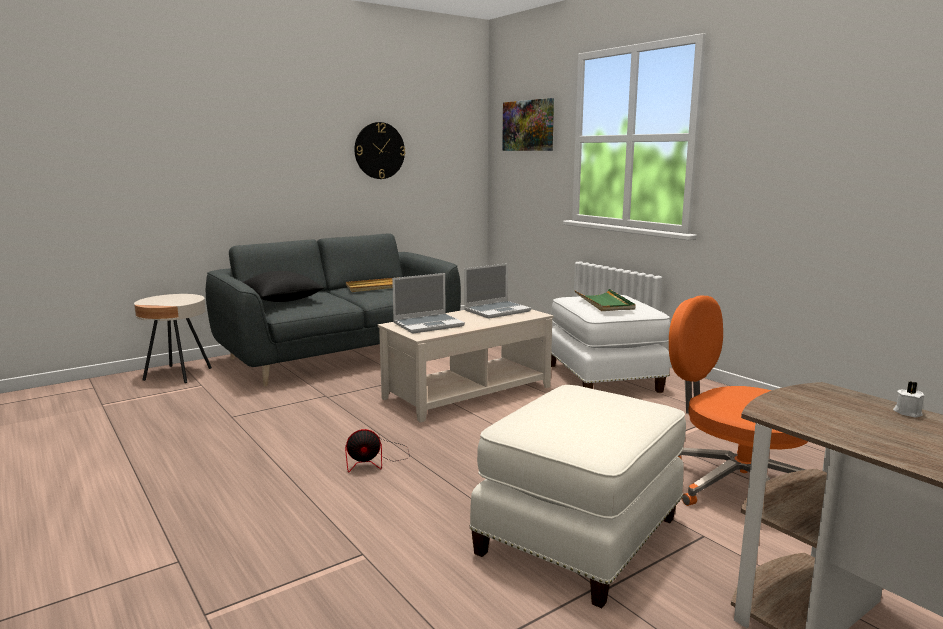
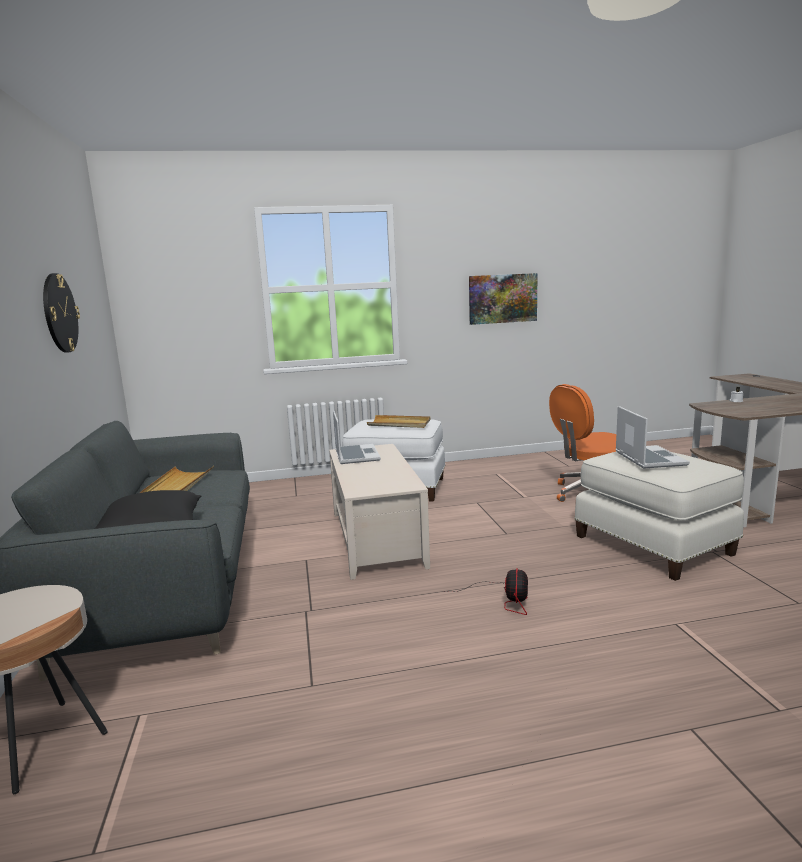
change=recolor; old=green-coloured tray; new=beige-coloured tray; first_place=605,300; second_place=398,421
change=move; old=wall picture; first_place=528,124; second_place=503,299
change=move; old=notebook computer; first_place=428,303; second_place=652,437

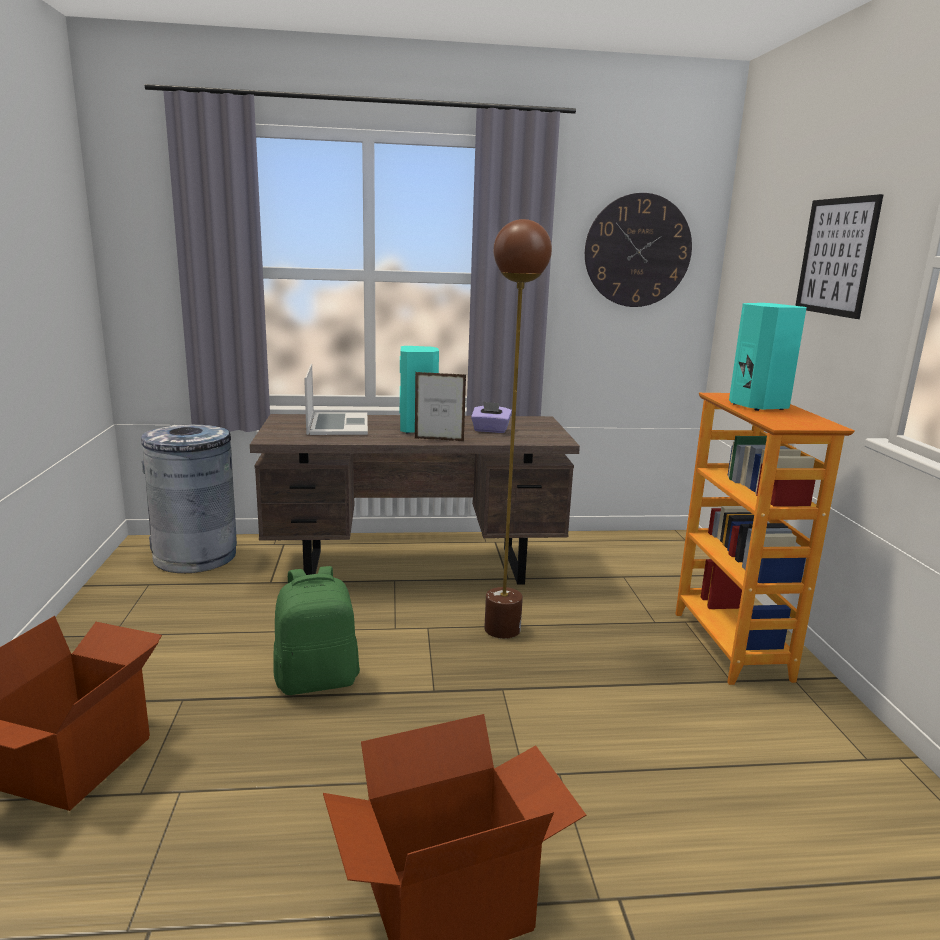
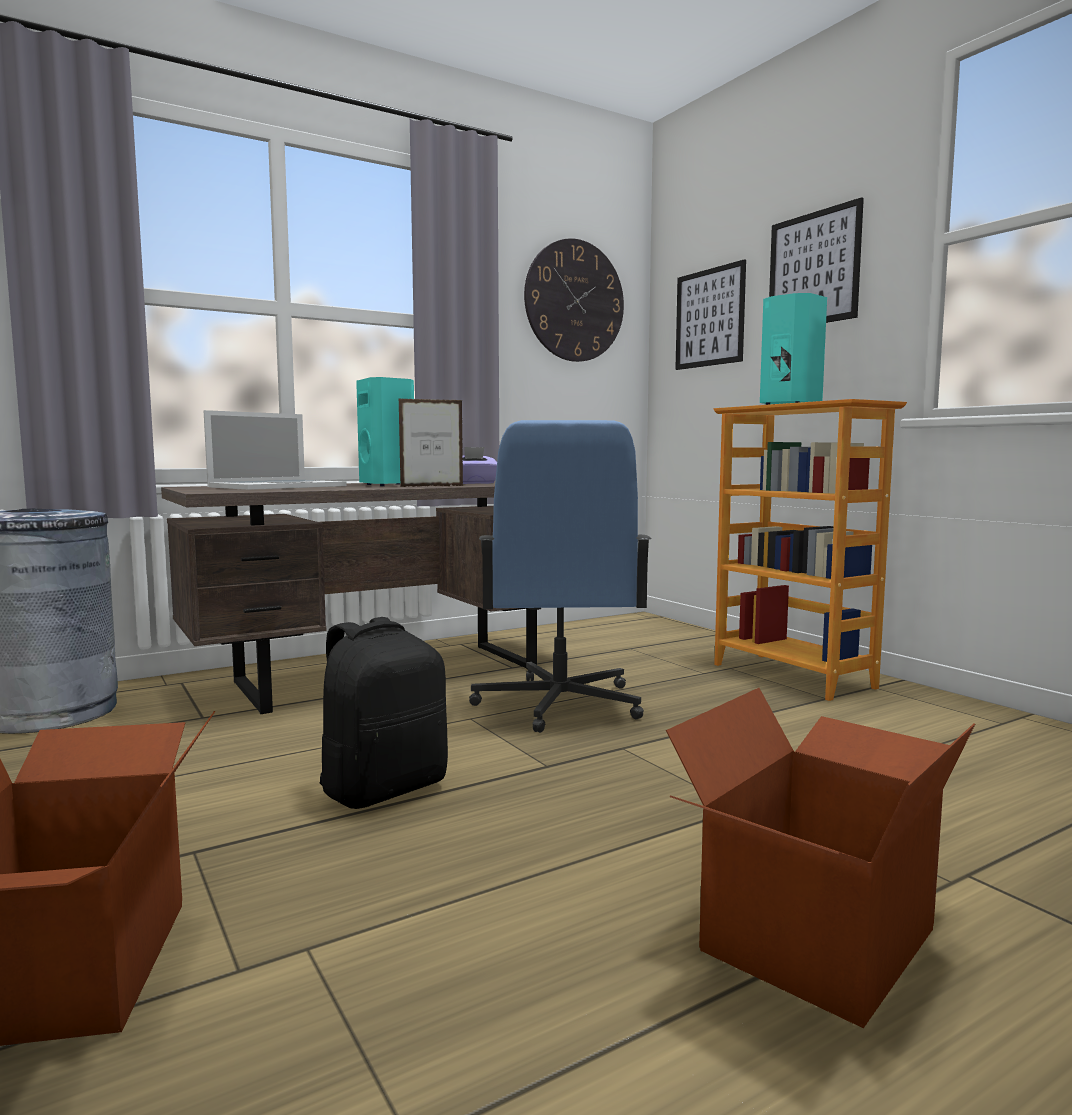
change=rotate; old=notebook computer; first_place=336,399; second_place=275,450; degrees=75
change=recolor; old=green-coloured knapsack; new=black knapsack; first_place=316,630; second_place=384,713
change=replace; old=brownish floor lamp; new=bluish computer chair; first_place=518,429; second_place=560,576
change=insert; new=wall picture; second_place=710,314

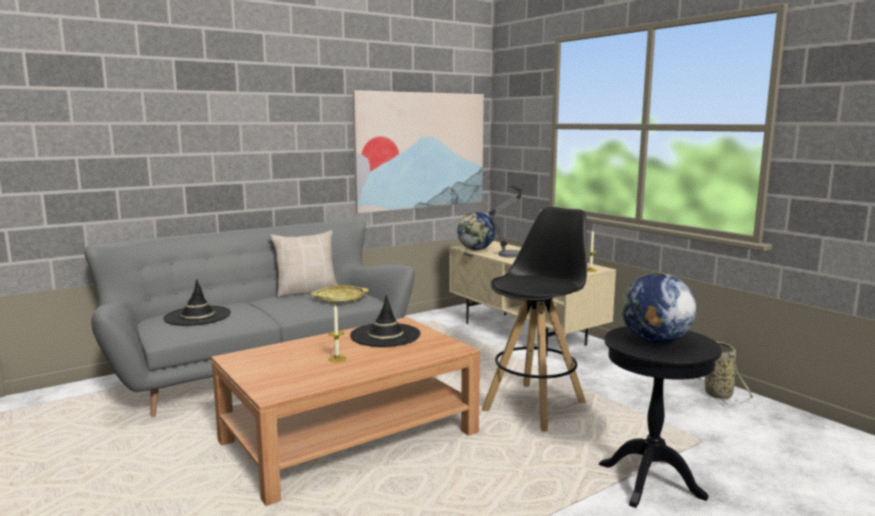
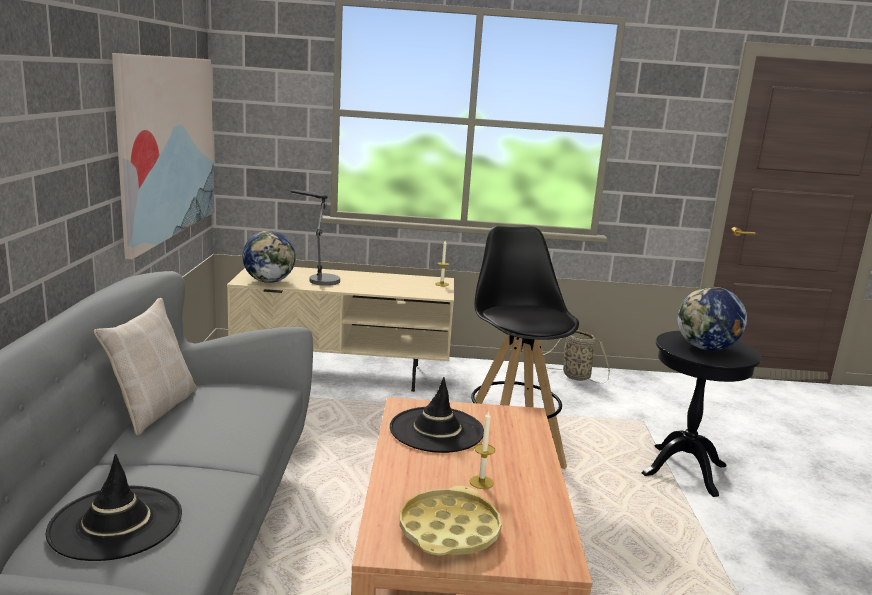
change=move; old=yellow-coloured tray; first_place=340,294; second_place=451,521

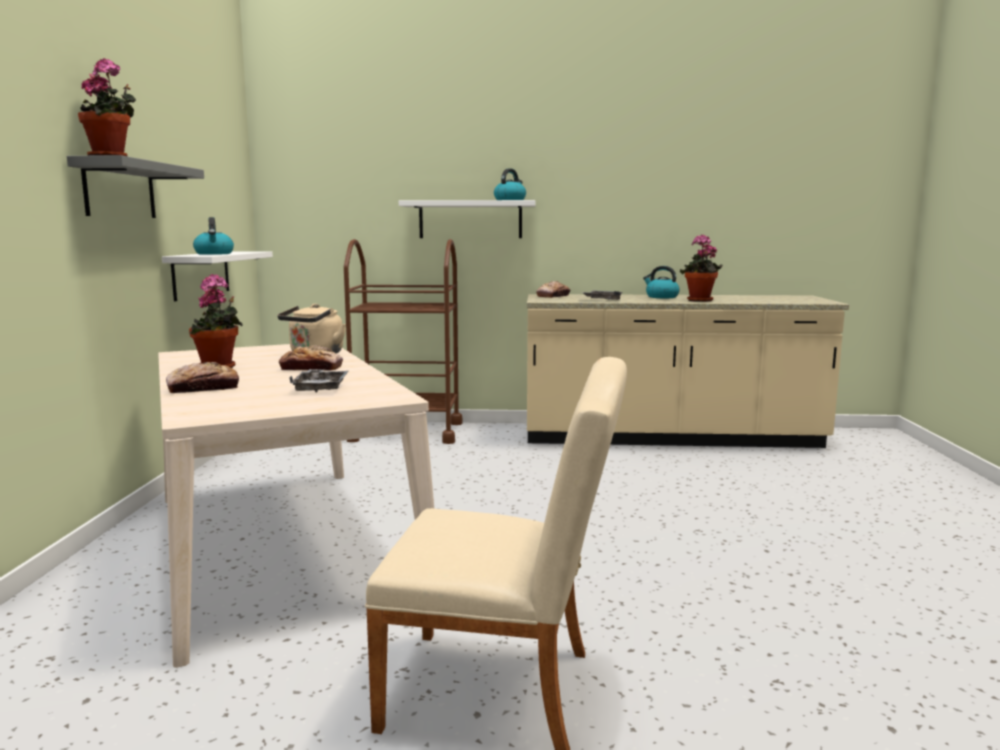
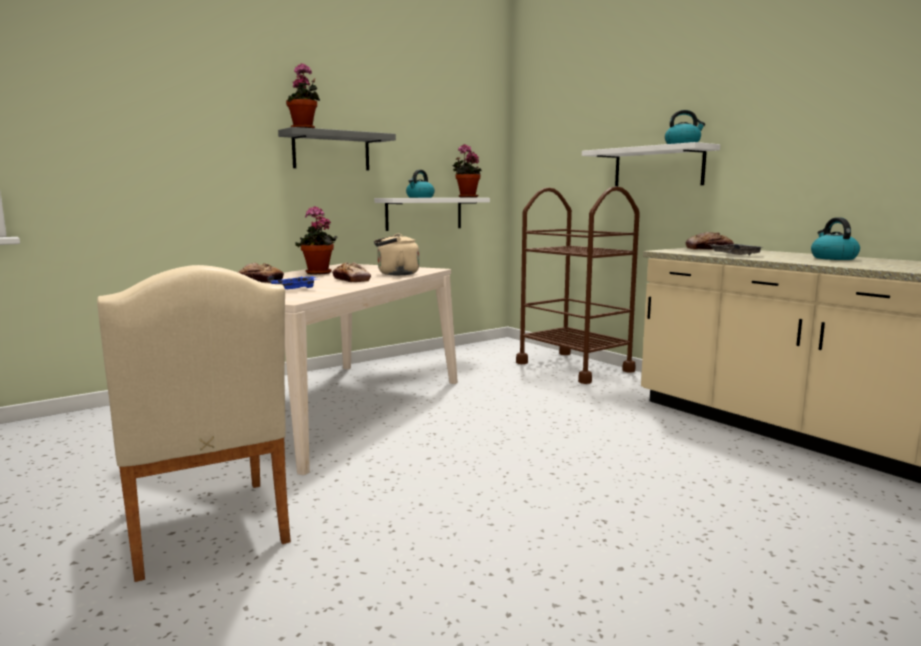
change=recolor; old=greyish tray; new=bluish tray; first_place=319,381; second_place=293,282
change=move; old=potted plant; first_place=701,268; second_place=467,171

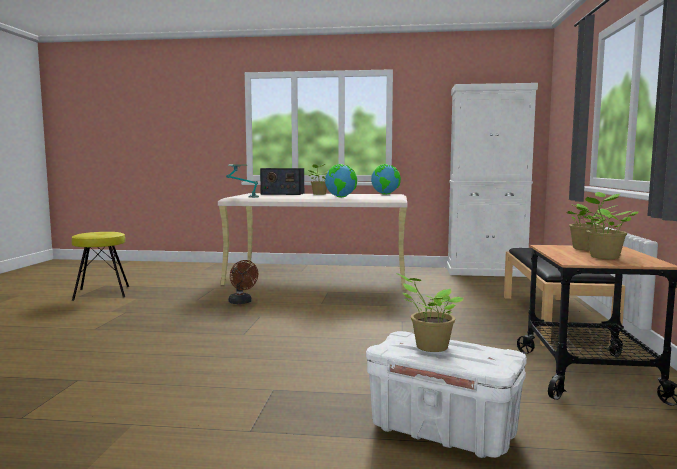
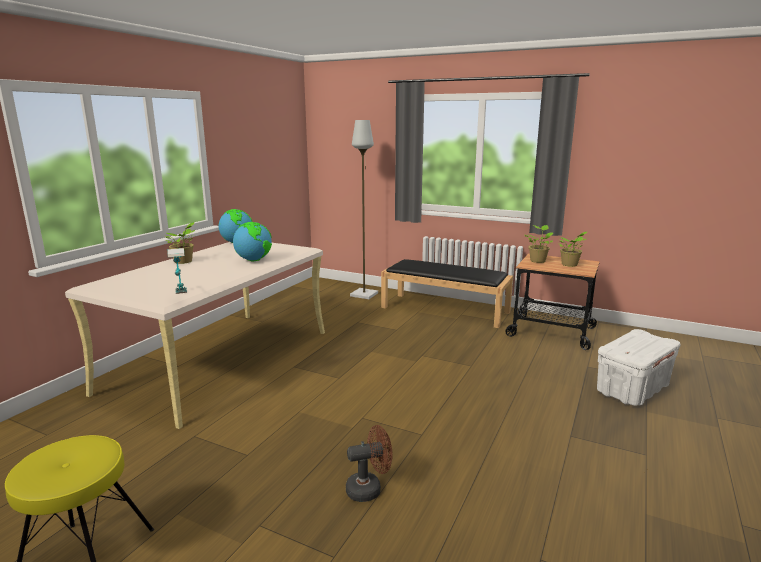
change=move; old=brownish fan; first_place=243,282; second_place=369,463
change=insert; new=greyish floor lamp; second_place=364,209
change=delete; old=radio receiver; first_place=282,181
change=delete; old=potted plant; first_place=429,312
change=delete; old=whitish cabinet; first_place=492,180

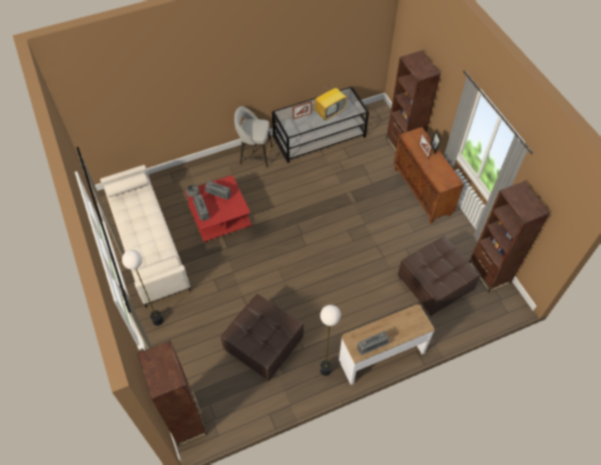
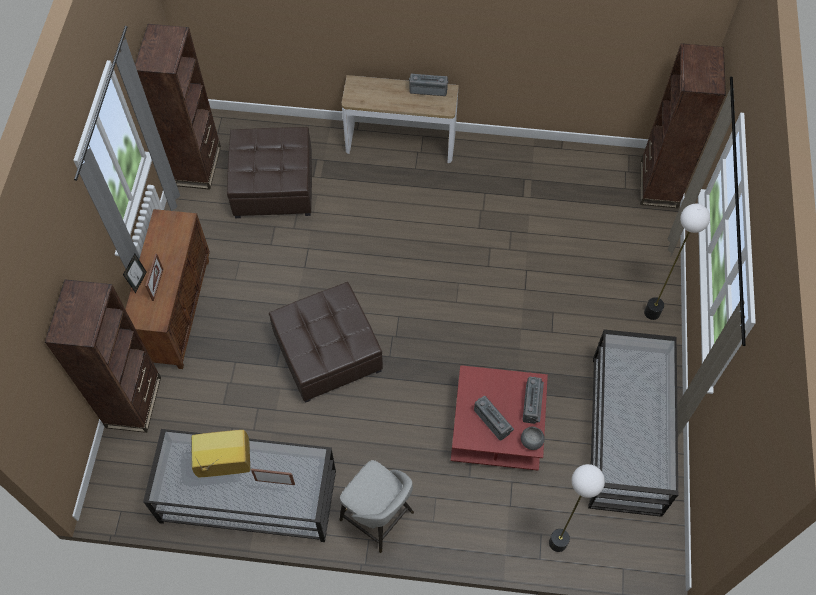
change=move; old=brownish pouffe; first_place=262,337; second_place=326,342
change=move; old=floor lamp; first_place=330,340; second_place=577,508
change=replace; old=whitish settee; new=tv unit; first_place=145,236; second_place=633,423

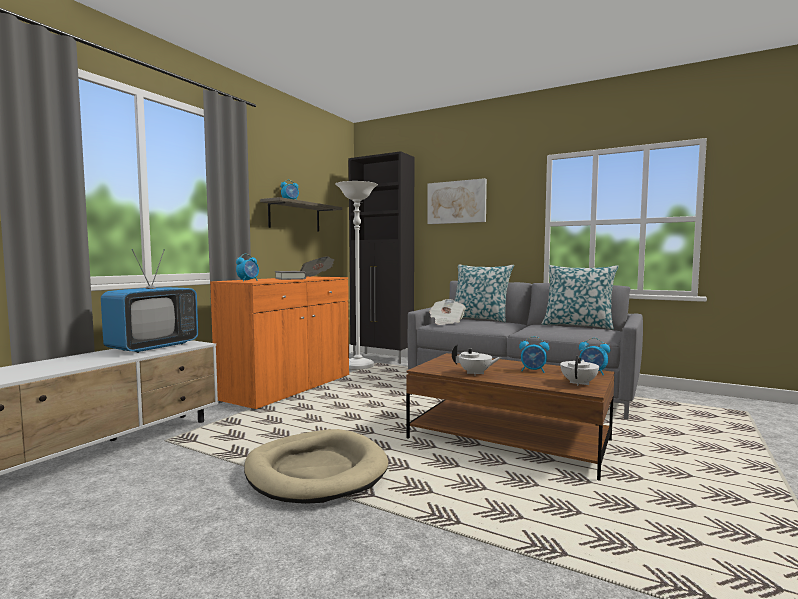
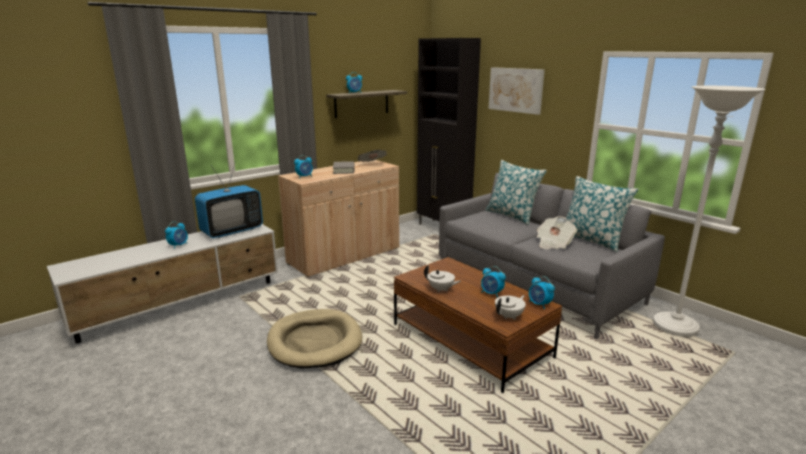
change=insert; new=table clock; second_place=176,235
change=recolor; old=orange cabinet; new=beige-coloured cabinet; first_place=279,343; second_place=338,218
change=move; old=daily paper; first_place=447,312; second_place=557,232
change=move; old=whitish floor lamp; first_place=357,275; second_place=709,211

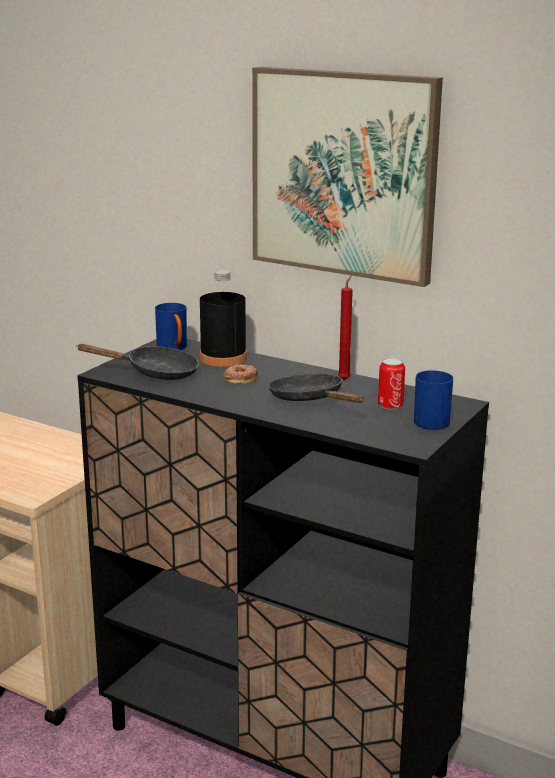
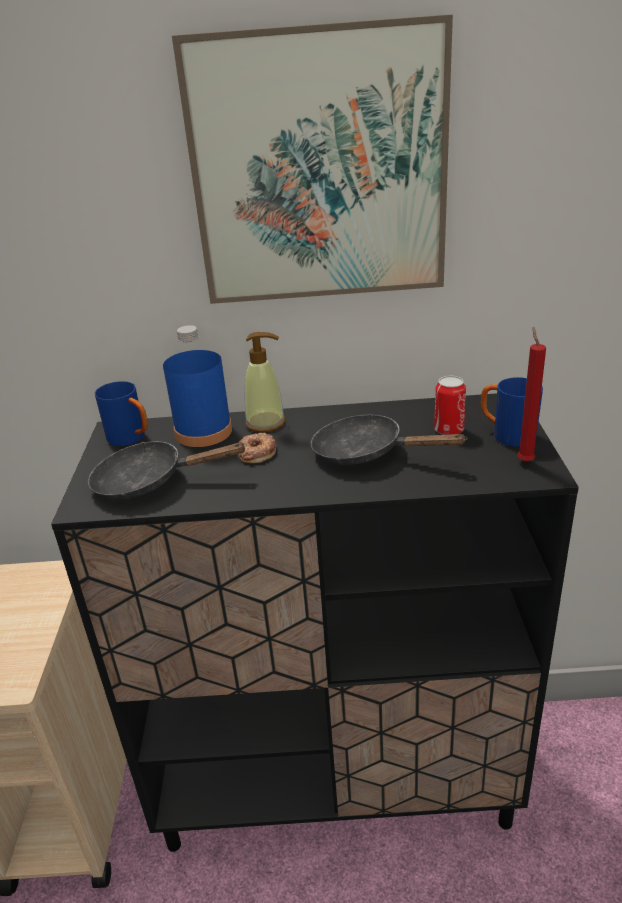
change=rotate; old=black pan; first_place=137,362; second_place=167,471; degrees=-150
change=recolor; old=black drink bottle; new=bluish drink bottle; first_place=223,318; second_place=197,386
change=insert; new=soap bottle; second_place=265,382
change=move; old=reddish candle; first_place=345,328; second_place=531,395

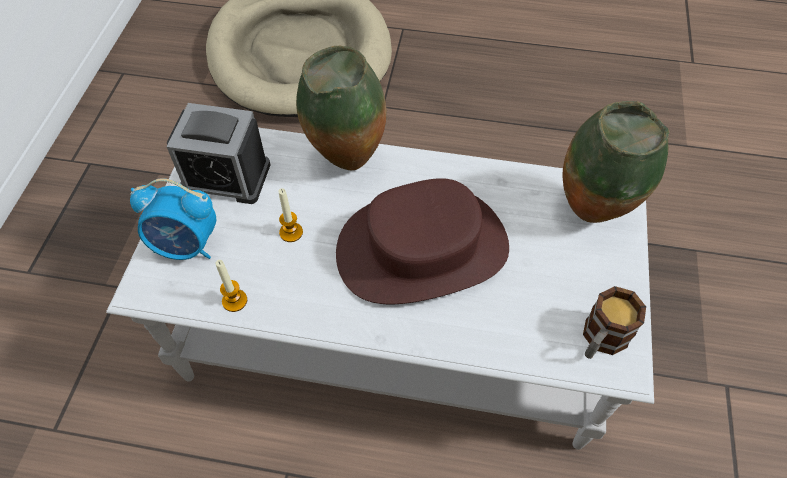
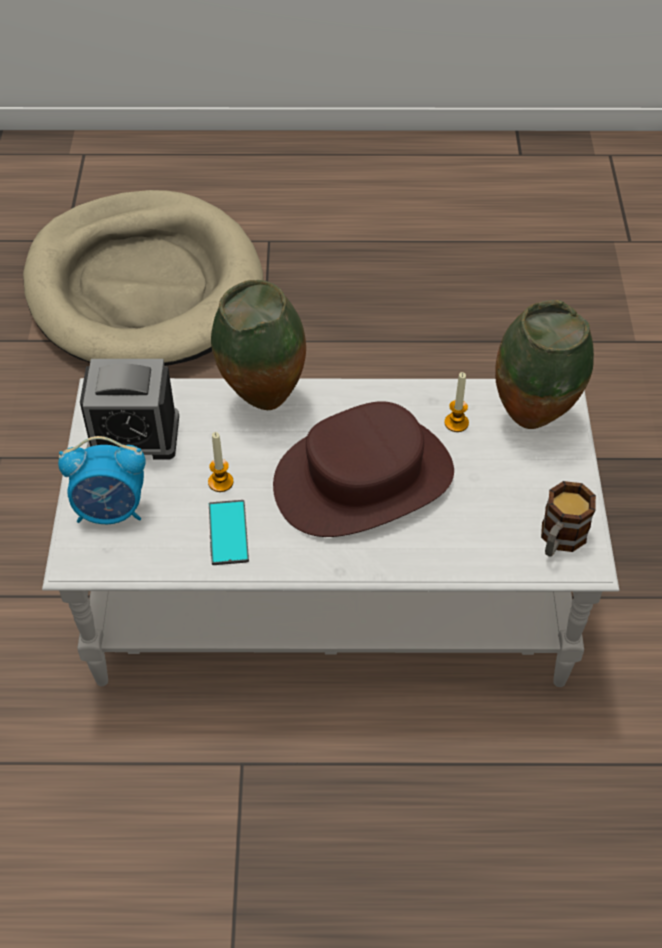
change=insert; new=telephone; second_place=229,532
change=move; old=candle; first_place=231,286; second_place=456,402

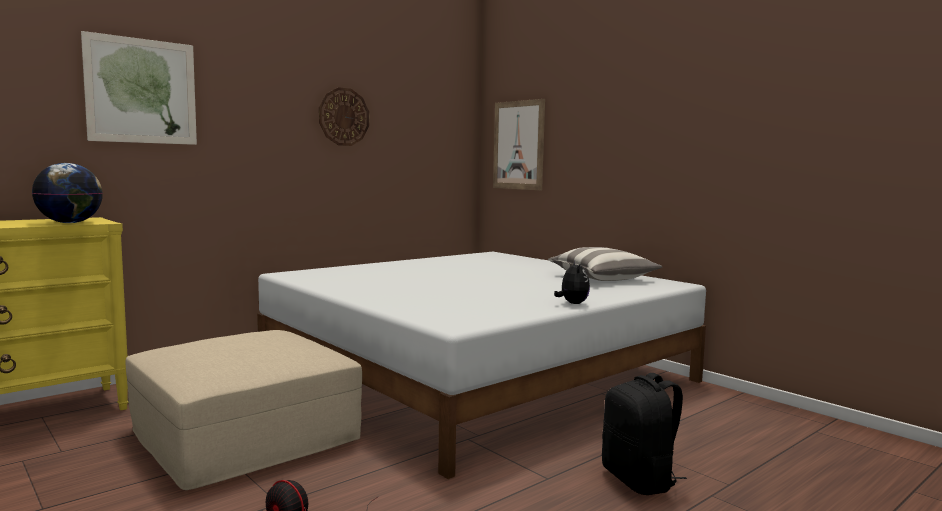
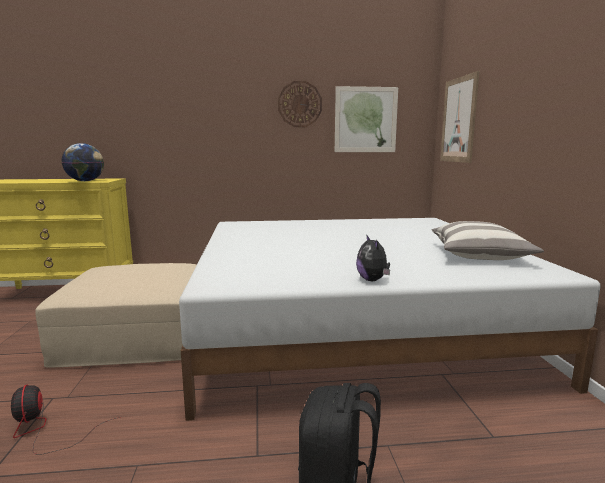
change=move; old=wall picture; first_place=139,88; second_place=366,119
change=rotate; old=plush toy; first_place=572,282; second_place=373,257; degrees=135

